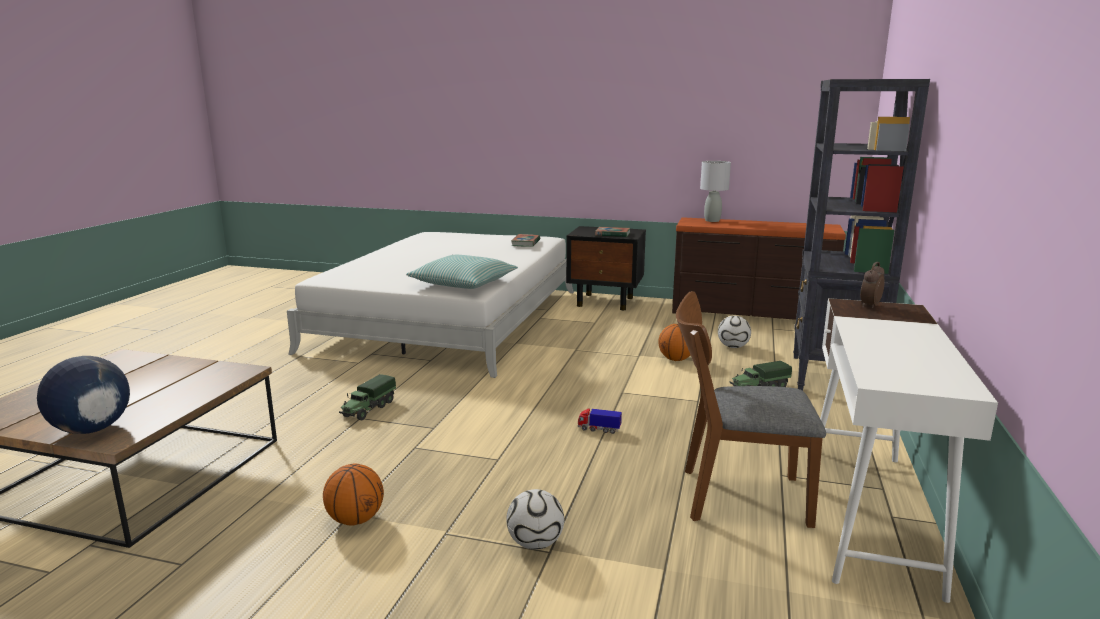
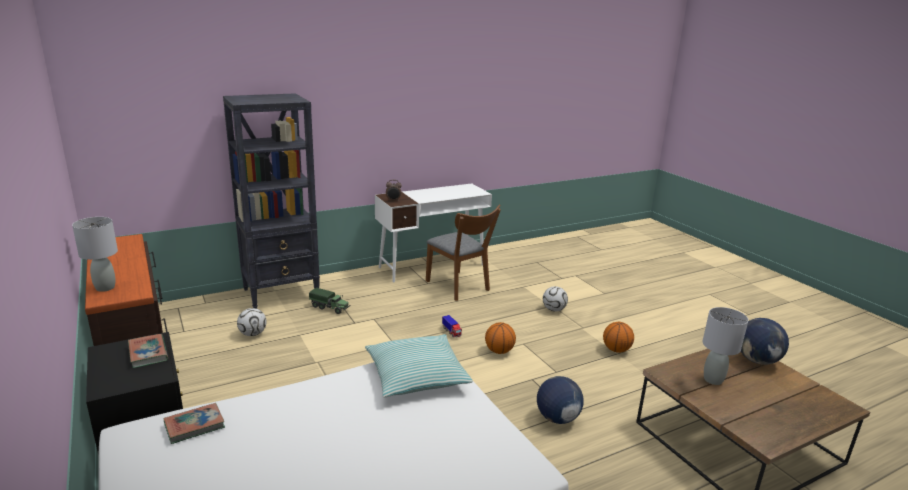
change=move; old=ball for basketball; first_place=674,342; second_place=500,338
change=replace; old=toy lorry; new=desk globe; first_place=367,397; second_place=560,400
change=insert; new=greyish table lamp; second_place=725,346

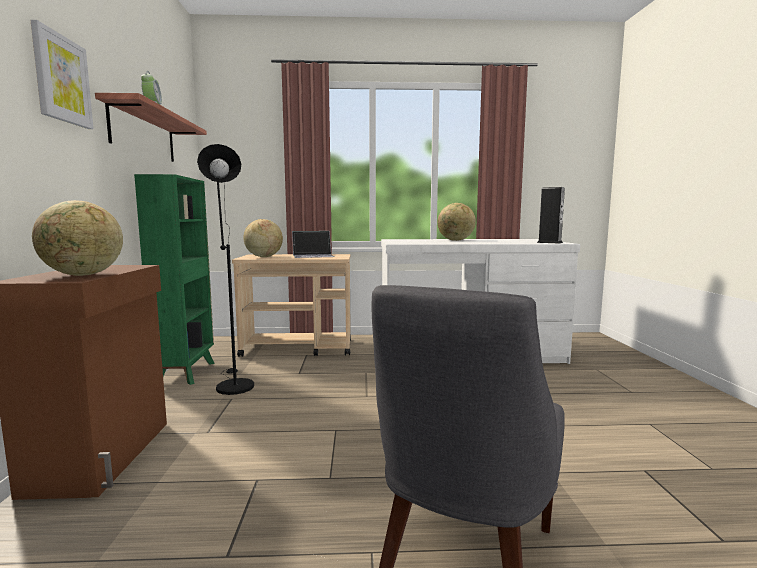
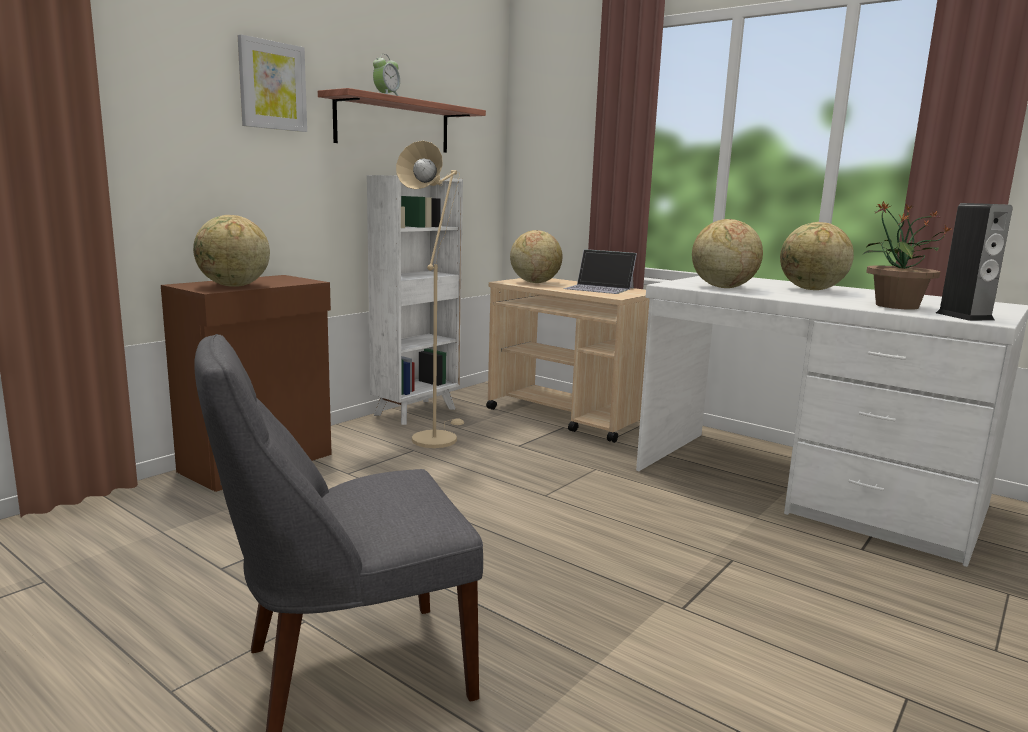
change=recolor; old=green-coloured shelving unit; new=whitish shelving unit; first_place=174,279; second_place=415,300
change=recolor; old=black floor lamp; new=beige-coloured floor lamp; first_place=225,269; second_place=430,294
change=insert; new=desk globe; second_place=727,253
change=insert; new=potted plant; second_place=906,255

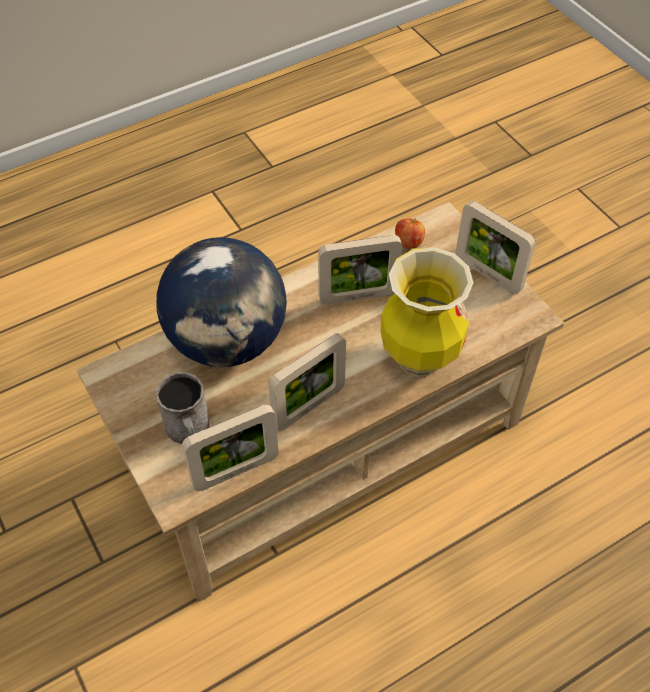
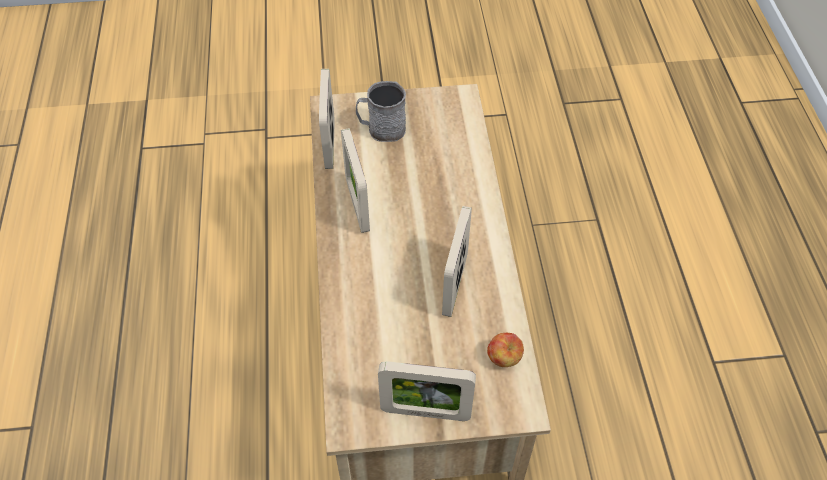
change=rotate; old=picture frame; first_place=495,247; second_place=427,391; degrees=-150
change=delete; old=desk globe; first_place=221,302
change=delete; old=decorative vase; first_place=427,312

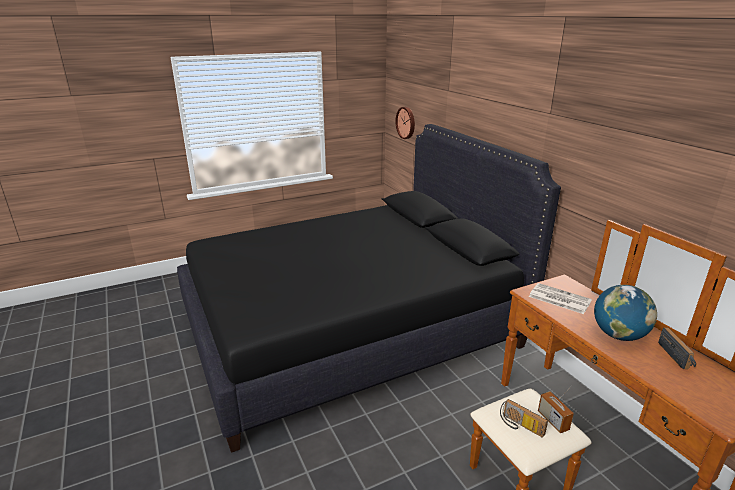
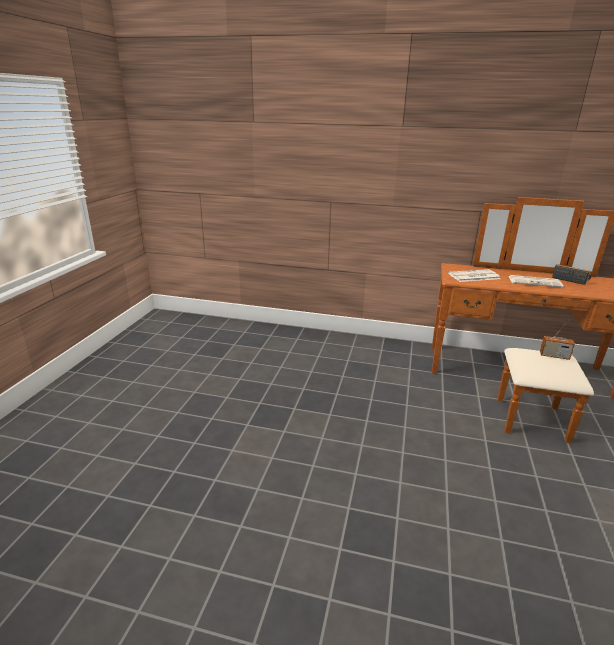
change=replace; old=desk globe; new=daily paper; first_place=625,313; second_place=536,281
change=delete; old=black bed; first_place=369,288
change=delete; old=hanging clock; first_place=405,123
change=delete; old=radio receiver; first_place=524,418

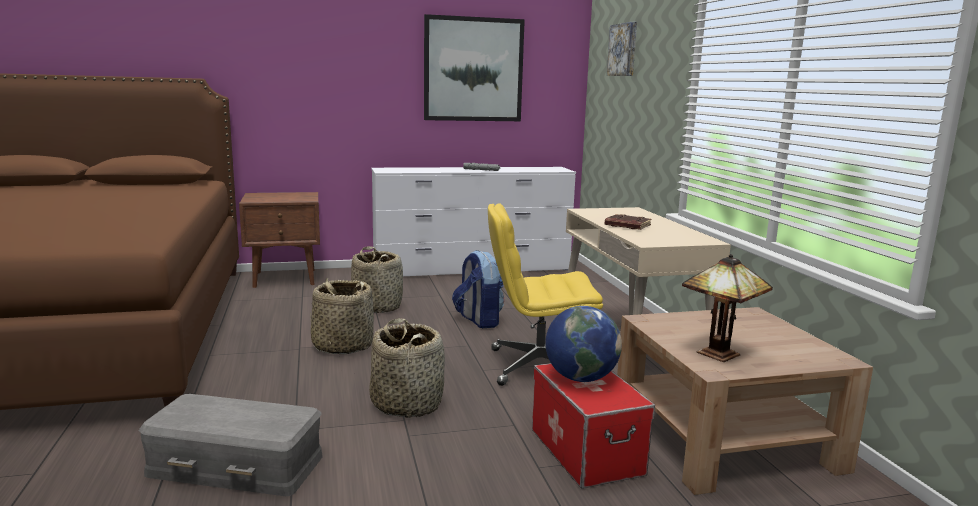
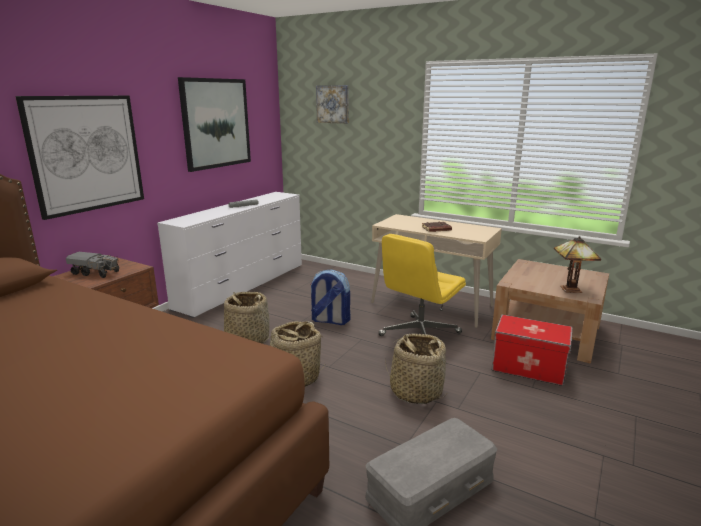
change=insert; new=wall picture; second_place=79,158
change=insert; new=toy lorry; second_place=92,265
change=delete; old=desk globe; first_place=583,344

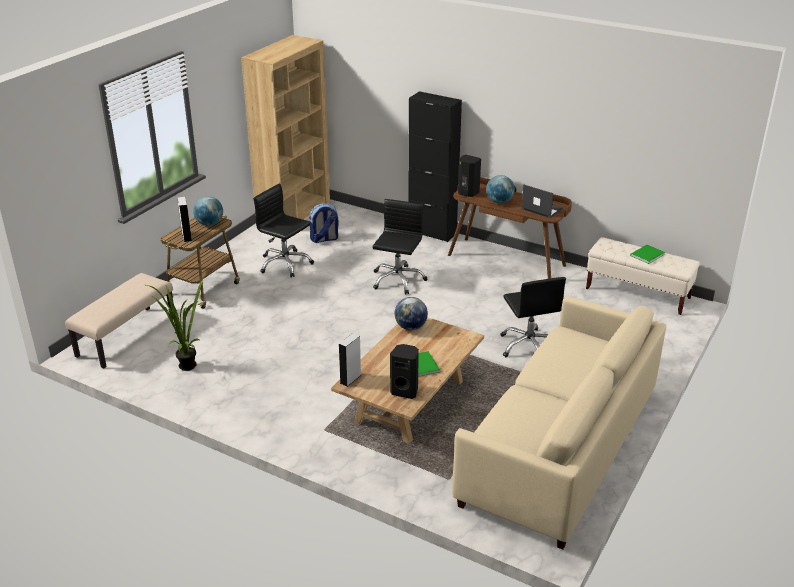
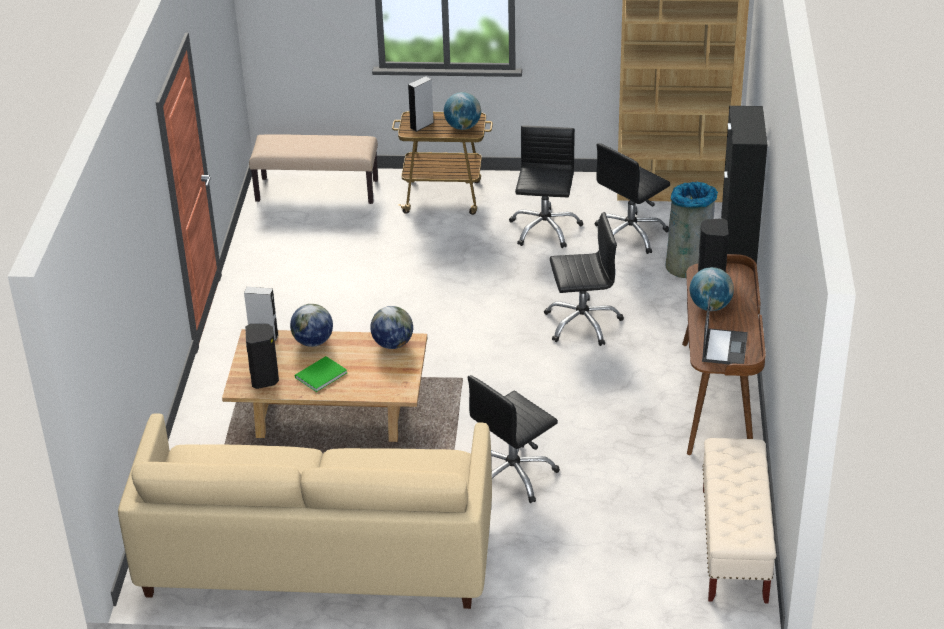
change=insert; new=desk globe; second_place=311,325
change=replace; old=knapsack; new=black computer chair; first_place=324,223; second_place=632,198
change=insert; new=greyish waste bin; second_place=691,230
change=delete; old=potted plant; first_place=174,325
change=delete; old=green-coloured bound book; first_place=647,254

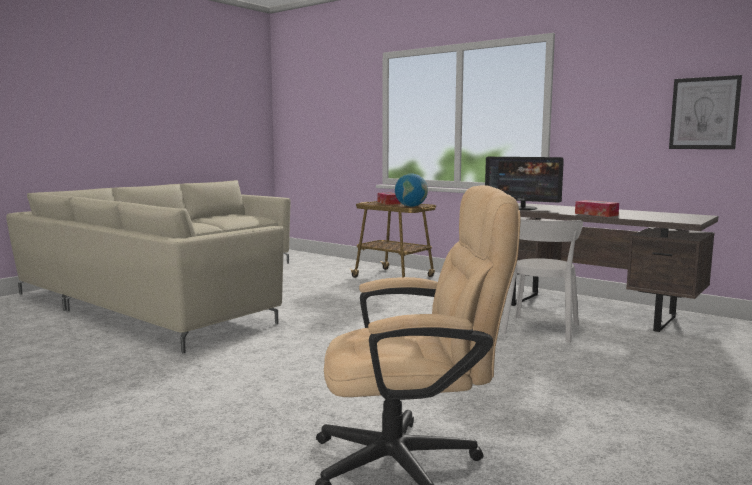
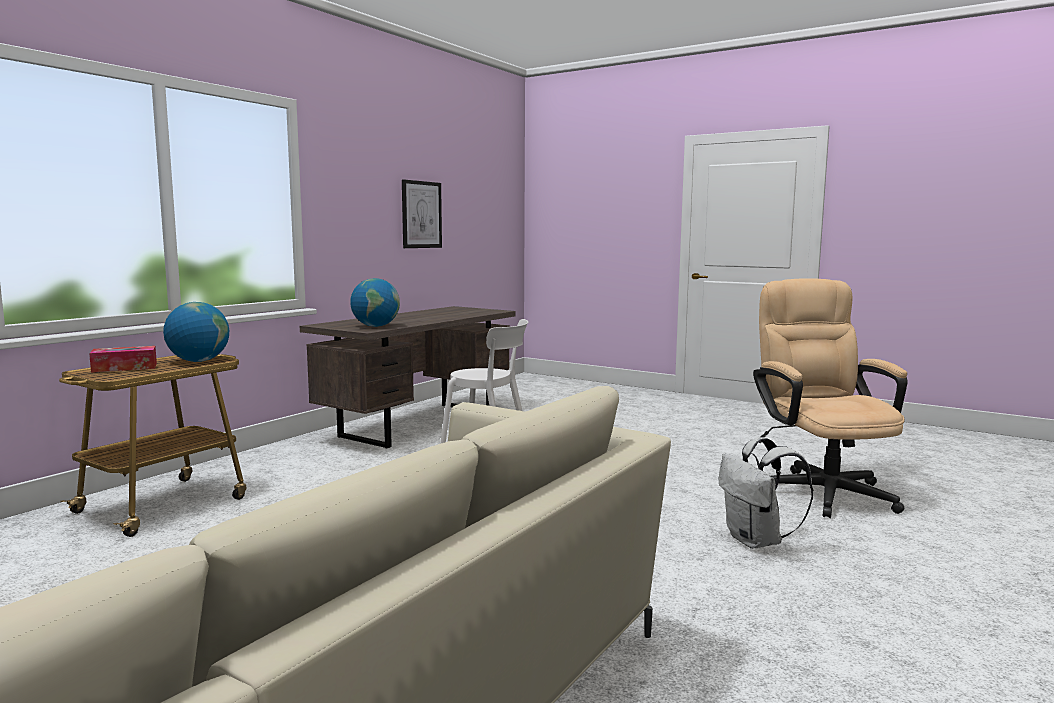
change=replace; old=computer screen; new=desk globe; first_place=524,183; second_place=375,302
change=insert; new=whitish knapsack; second_place=766,493
change=delete; old=tissue box; first_place=597,208

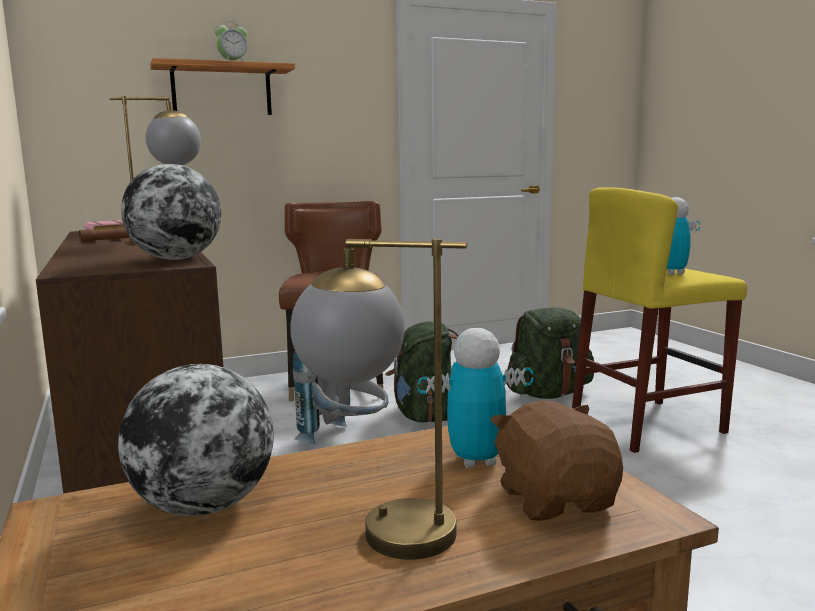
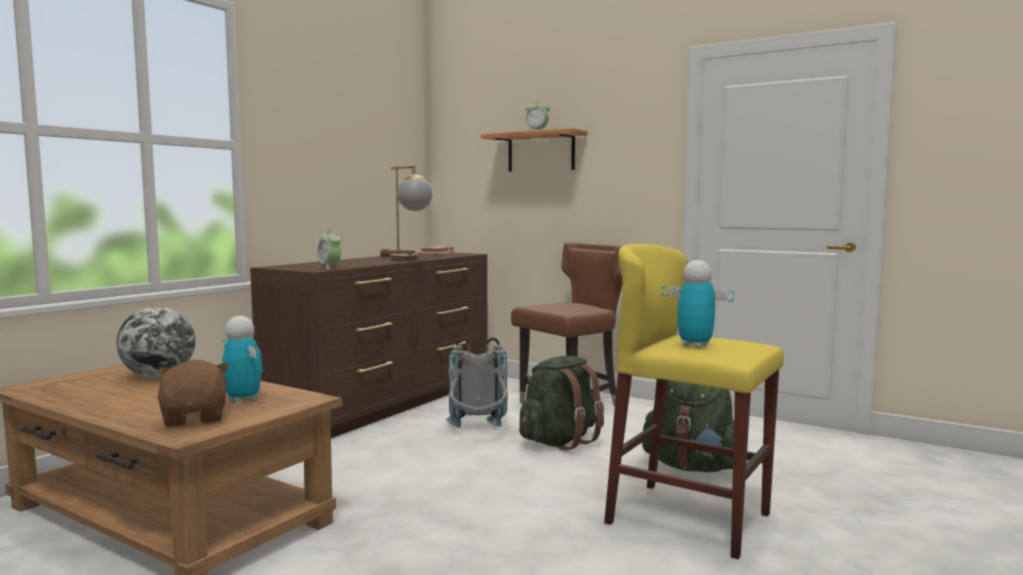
change=rotate; old=brownish plush toy; first_place=556,461; second_place=194,393; degrees=-60
change=replace; old=desk globe; new=table clock; first_place=171,212; second_place=329,249
change=delete; old=table lamp; first_place=378,399

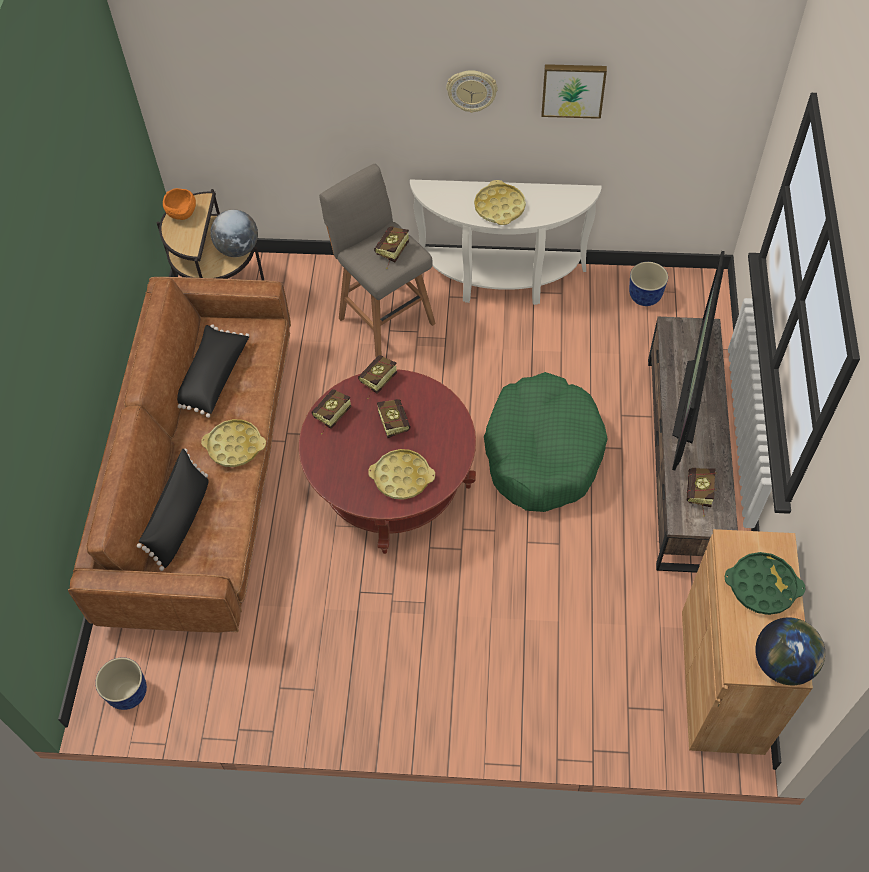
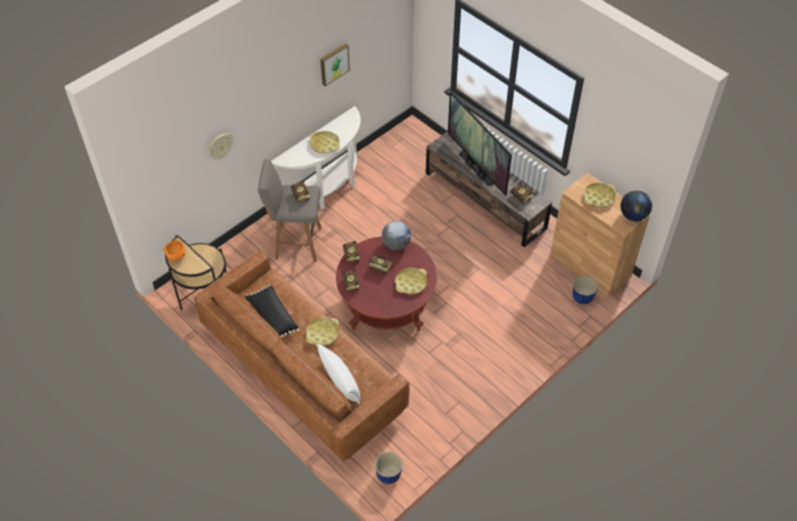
change=move; old=hanging clock; first_place=472,91; second_place=220,146
change=recolor; old=black pillow; new=whitish pillow; first_place=173,510; second_place=338,374
change=move; old=desk globe; first_place=234,233; second_place=396,235
change=move; old=plant pot; first_place=648,284; second_place=585,290
change=recolor; old=green-coloured tray; new=yellow-coloured tray; first_place=765,583; second_place=599,195
change=delete; old=green-coloured dog cushion; first_place=546,442

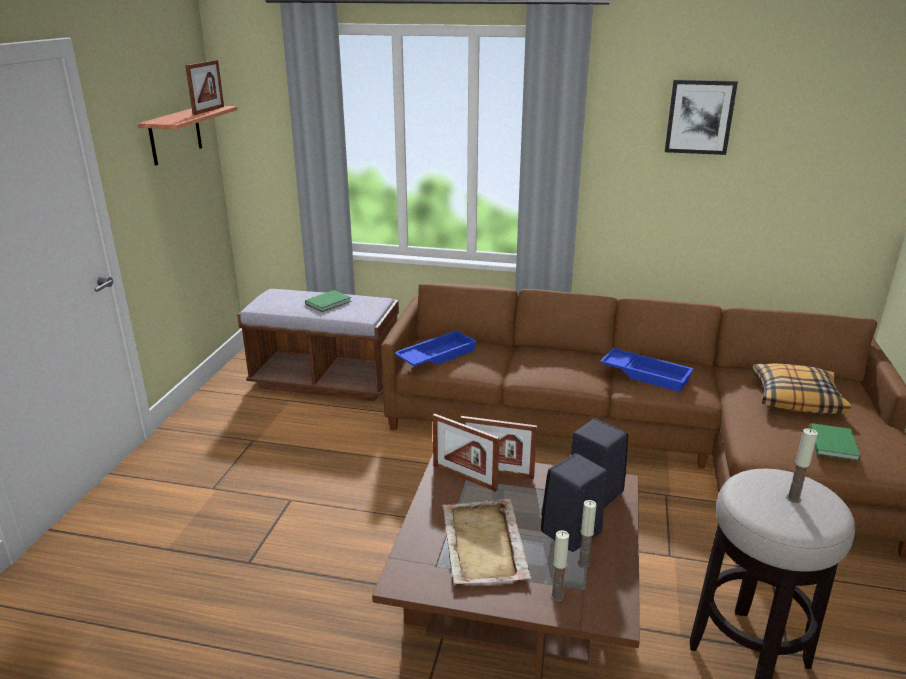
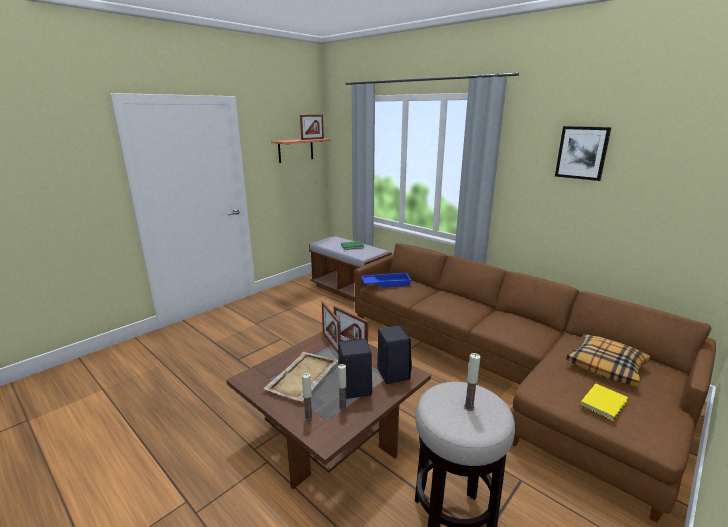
change=recolor; old=green-coloured bound book; new=yellow-coloured bound book; first_place=835,442; second_place=604,402
change=delete; old=bluish tray; first_place=647,370

